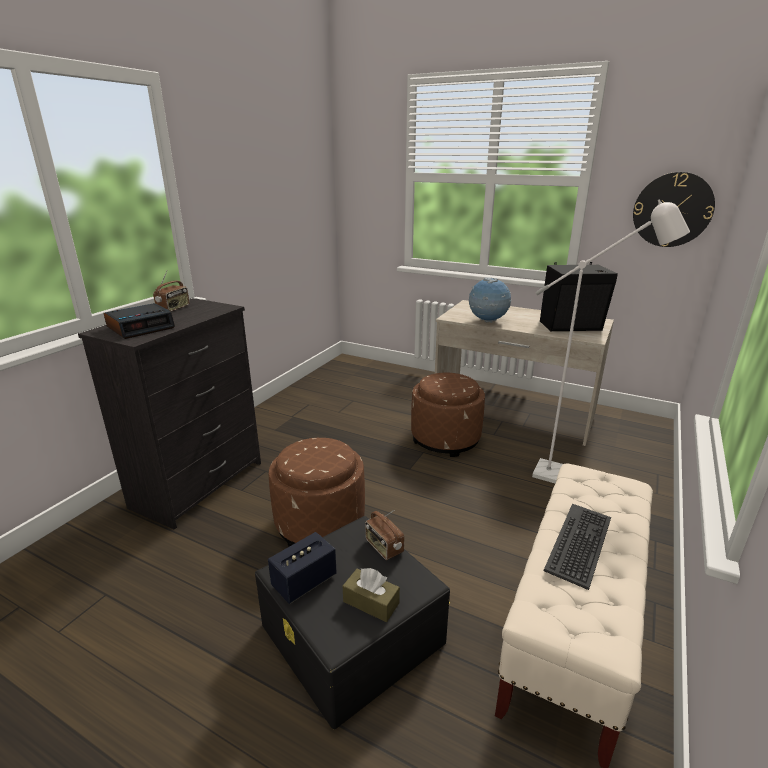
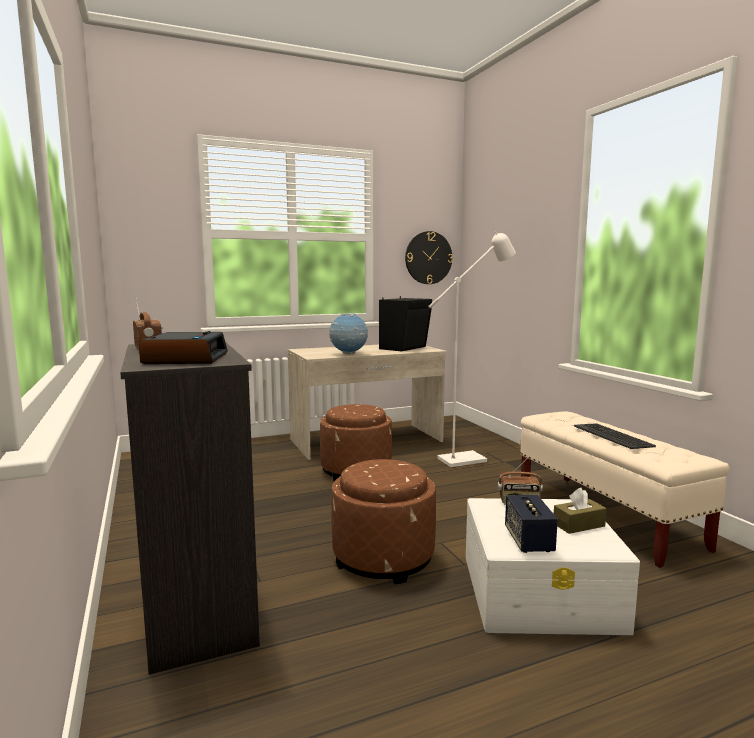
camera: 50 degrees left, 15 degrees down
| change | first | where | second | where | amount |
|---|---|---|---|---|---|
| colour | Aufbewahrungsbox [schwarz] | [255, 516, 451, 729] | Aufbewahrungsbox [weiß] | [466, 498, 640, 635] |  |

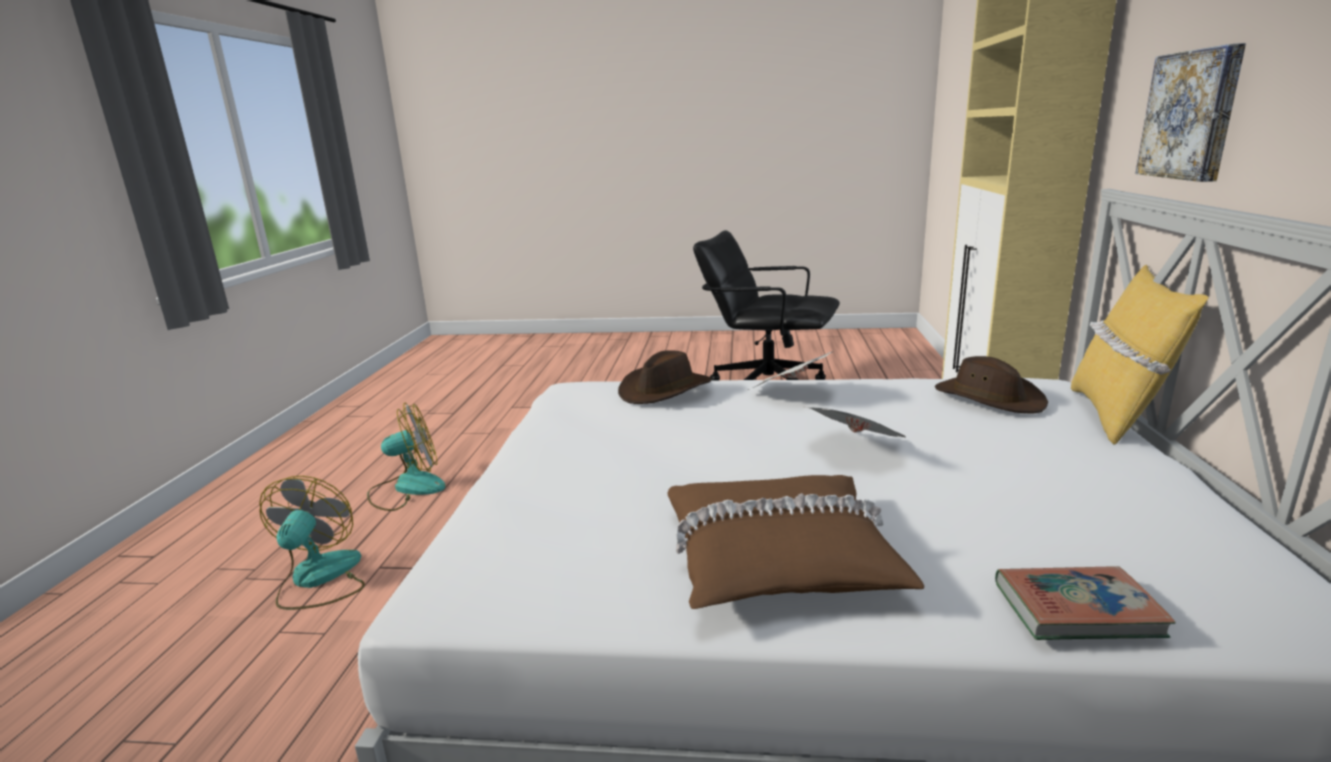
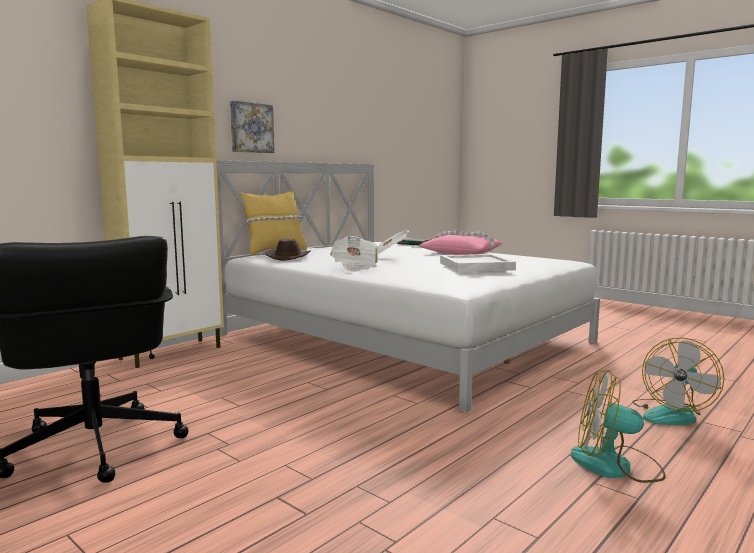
camera: 145 degrees left, 10 degrees down
| change | first | where | second | where | amount |
|---|---|---|---|---|---|
| colour | Kissen [braun] | [668, 475, 924, 609] | Kissen [rosa] | [419, 231, 503, 255] |  |
| appeared |  |  | Tablett [weiß] | [440, 254, 516, 272] |  |
| missing | Hut [braun] | [618, 351, 711, 404] |  |  |  |

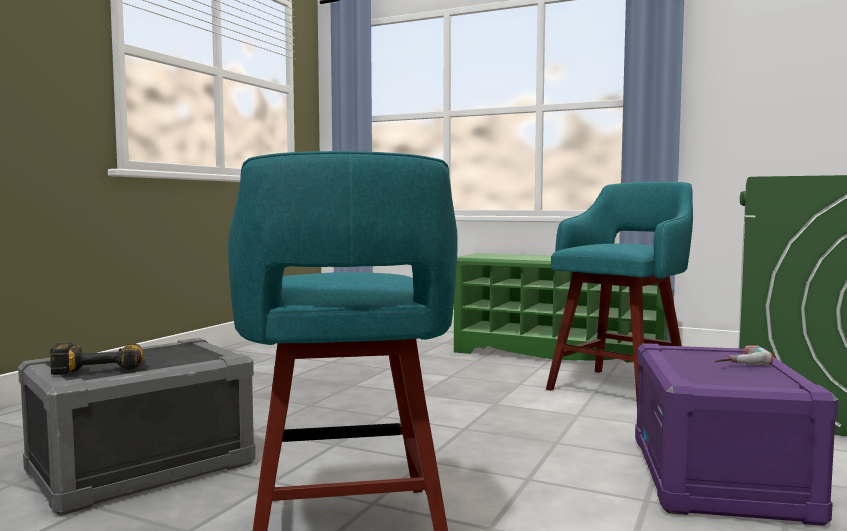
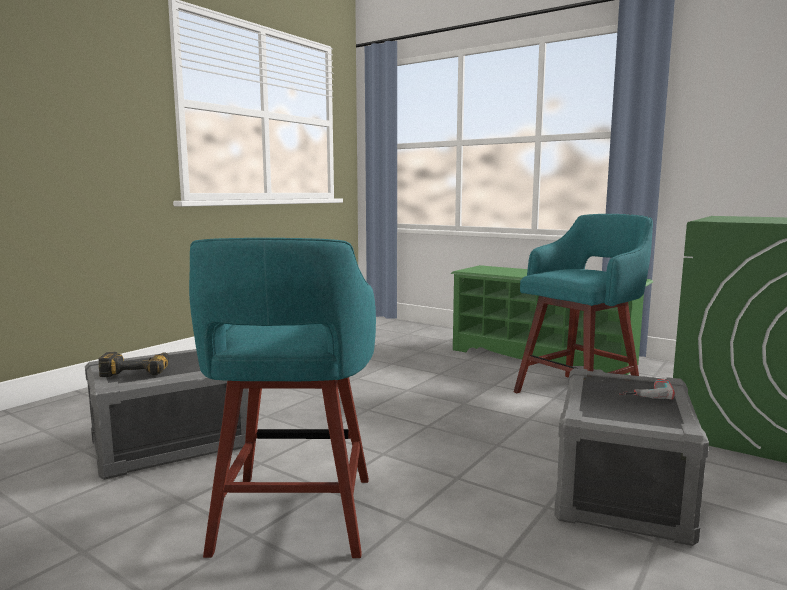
camera: 10 degrees right, 5 degrees up
| change | first | where | second | where | amount |
|---|---|---|---|---|---|
| colour | Aufbewahrungsbox [lila] | [635, 343, 839, 526] | Aufbewahrungsbox [grau] | [554, 368, 709, 546] |  |

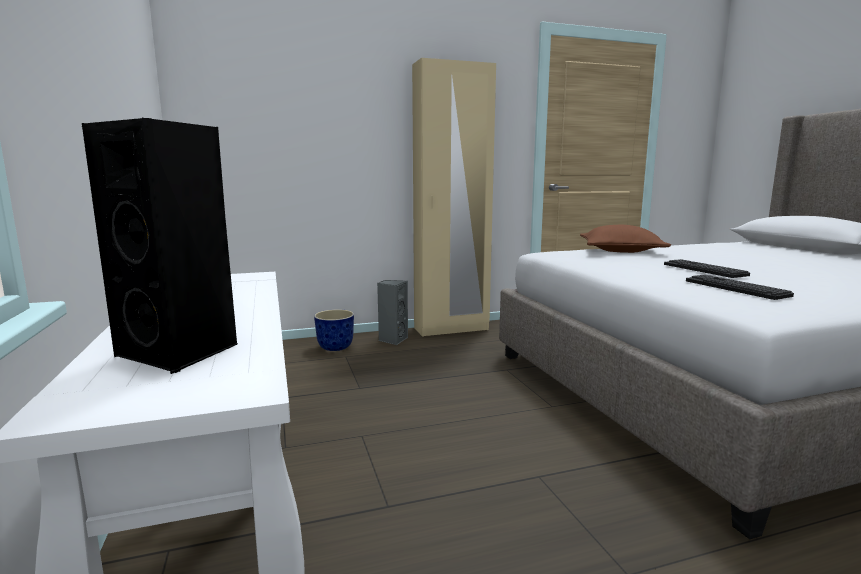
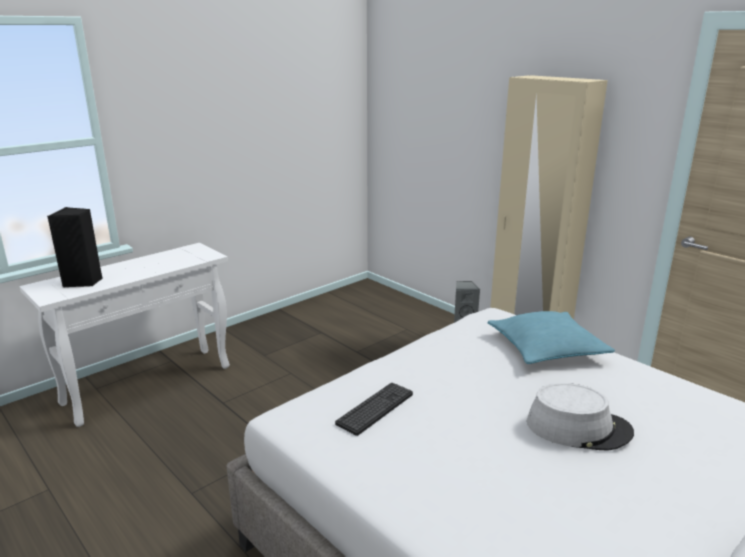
camera: 65 degrees right, 10 degrees up
| change | first | where | second | where | amount |
|---|---|---|---|---|---|
| colour | Kissen [braun] | [580, 225, 671, 253] | Kissen [türkis] | [487, 311, 615, 364] |  |
| appeared |  |  | Hut [grau] | [527, 383, 634, 451] |  |
| missing | Pflanzkübel | [314, 309, 354, 351] |  |  |  |
| missing | Tastatur | [664, 259, 750, 278] |  |  |  |

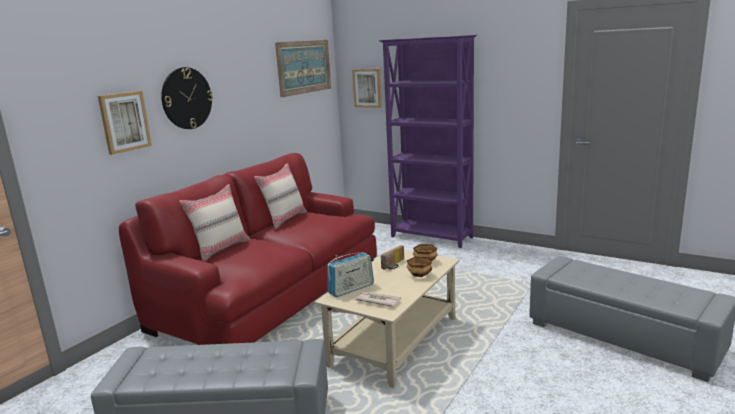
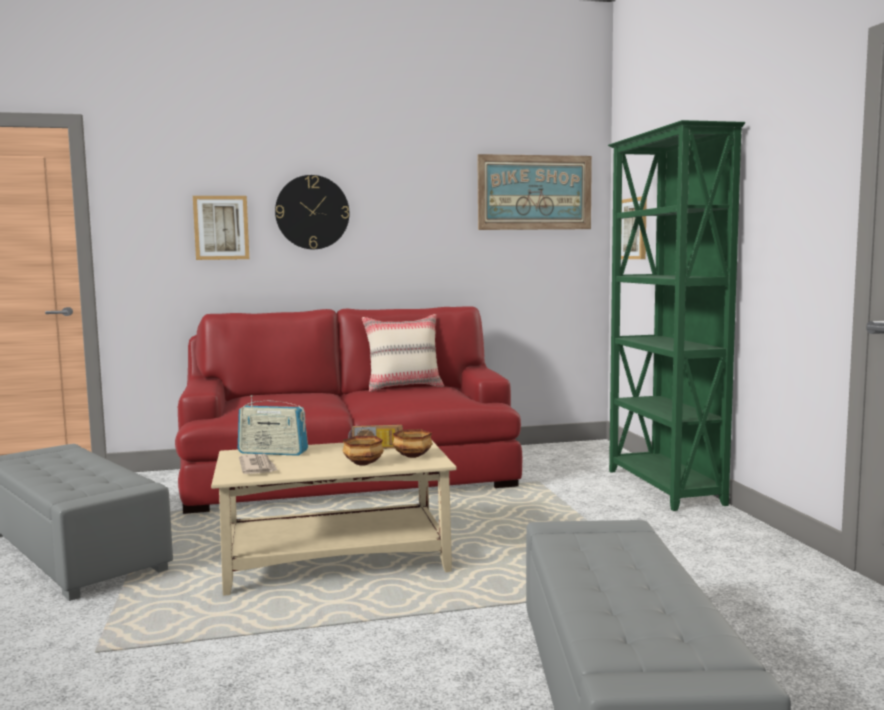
camera: 45 degrees right, 10 degrees down
| change | first | where | second | where | amount |
|---|---|---|---|---|---|
| colour | Bücherregal [lila] | [379, 35, 477, 248] | Bücherregal [grün] | [608, 120, 745, 511] |  |
| missing | Kissen [beige] | [179, 184, 250, 262] |  |  |  |

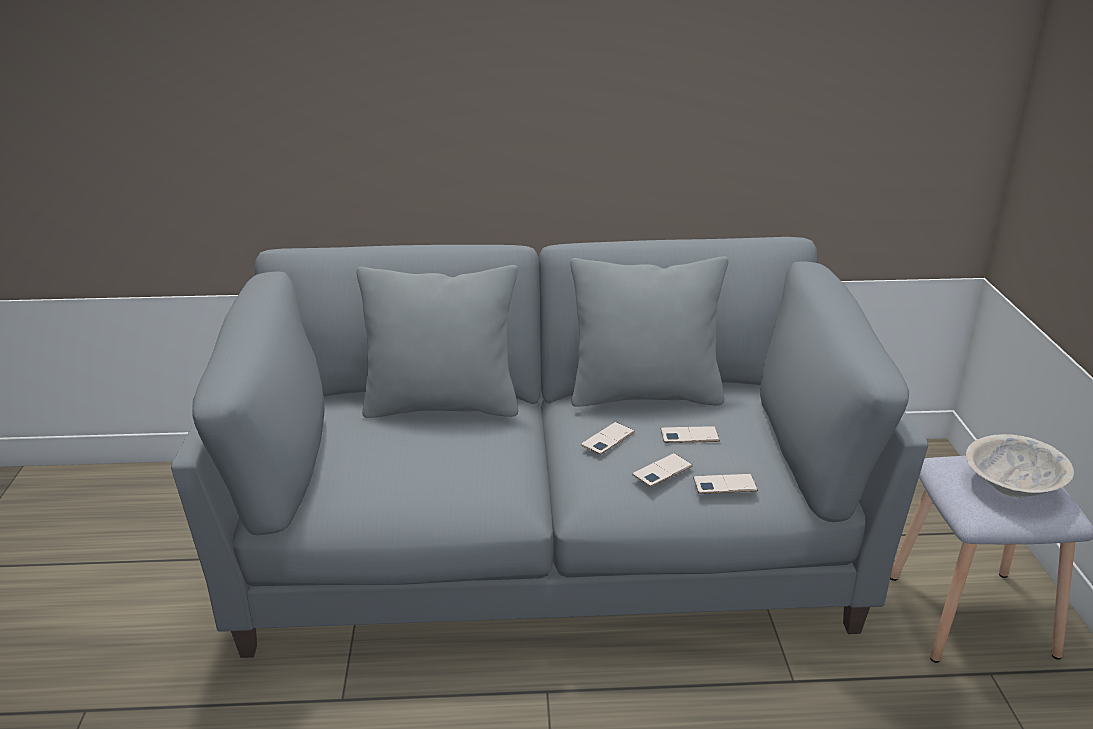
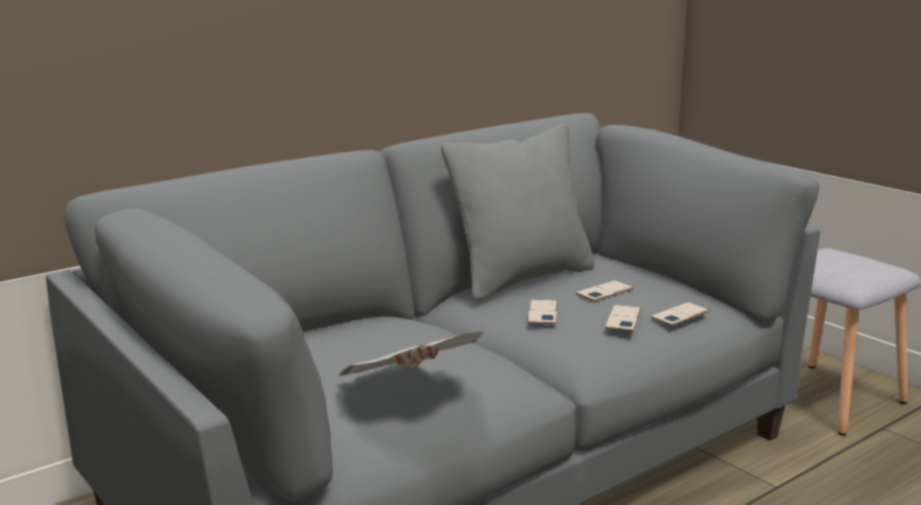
camera: 35 degrees left, 10 degrees down
| change | first | where | second | where | amount |
|---|---|---|---|---|---|
| appeared |  |  | Zeitung | [338, 332, 485, 376] |  |
| missing | Kissen [grau] | [356, 265, 518, 418] |  |  |  |
| missing | Schüssel [beige] | [966, 434, 1074, 497] |  |  |  |

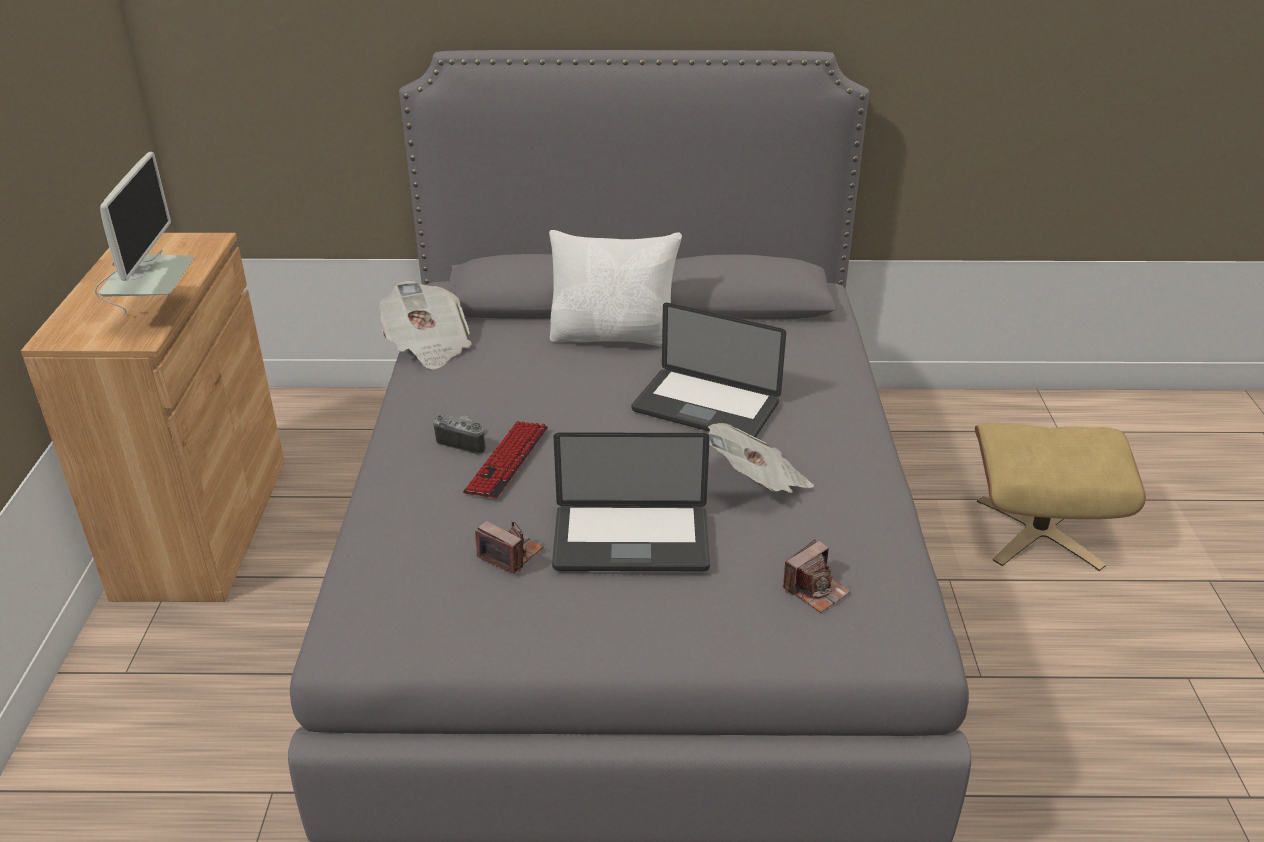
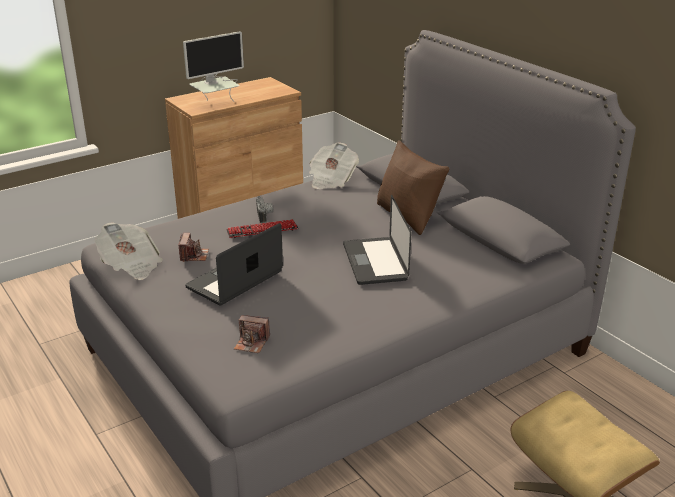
camera: 55 degrees right, 5 degrees down
| change | first | where | second | where | amount |
|---|---|---|---|---|---|
| relocated | Zeitung | [708, 423, 814, 493] |  | [94, 222, 163, 280] |  |
| spun | Laptop | [552, 432, 710, 571] |  | [185, 223, 283, 305] | 75 degrees clockwise |
| colour | Kissen [weiß] | [549, 230, 682, 347] | Kissen [braun] | [377, 140, 449, 235] |  |

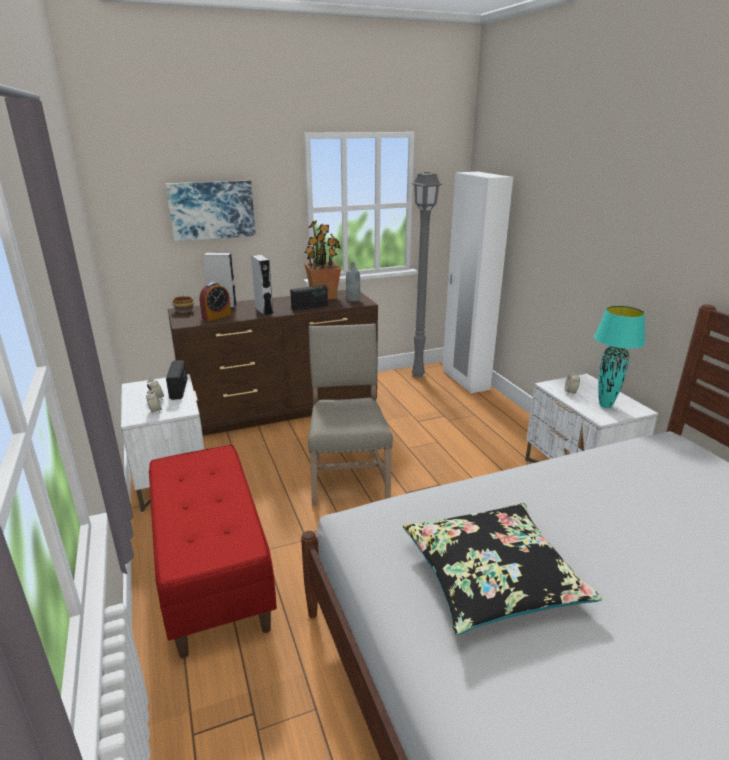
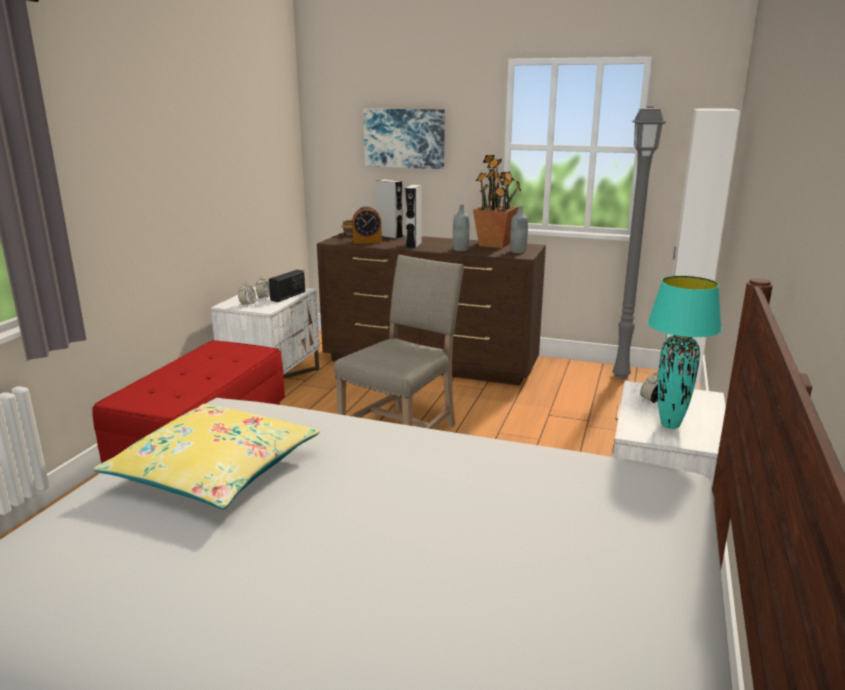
camera: 40 degrees right, 5 degrees down
| change | first | where | second | where | amount |
|---|---|---|---|---|---|
| colour | Kissen [schwarz] | [403, 503, 602, 635] | Kissen [gelb] | [94, 404, 320, 509] |  |
| exchanged | Radio | [290, 285, 328, 311] | Flasche [grau] | [453, 204, 470, 251] |  |

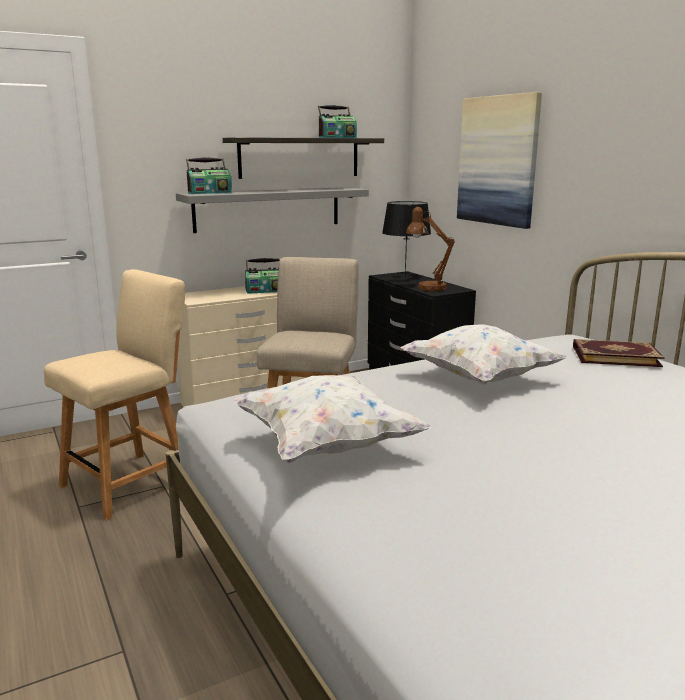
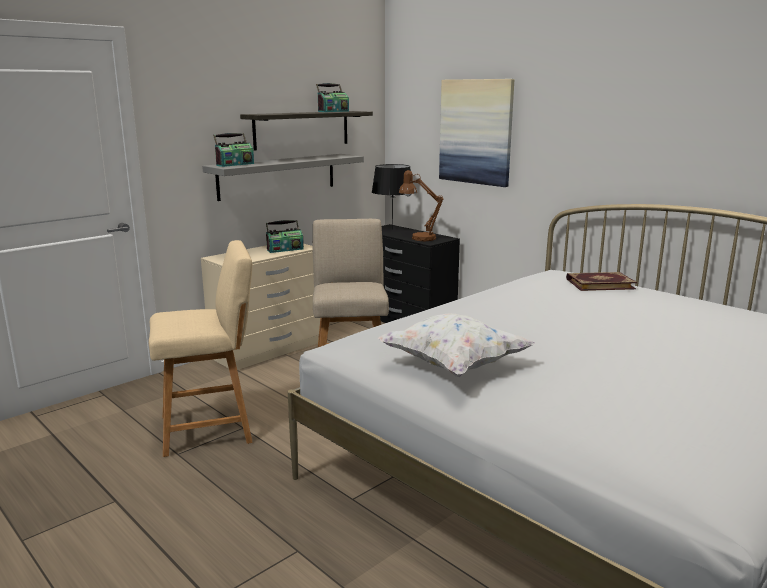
camera: 15 degrees left, 0 degrees up
| change | first | where | second | where | amount |
|---|---|---|---|---|---|
| spun | Stuhl [beige] | [44, 269, 185, 520] |  | [149, 240, 253, 457] | 45 degrees clockwise |
| missing | Kissen [weiß] | [401, 324, 568, 385] |  |  |  |

